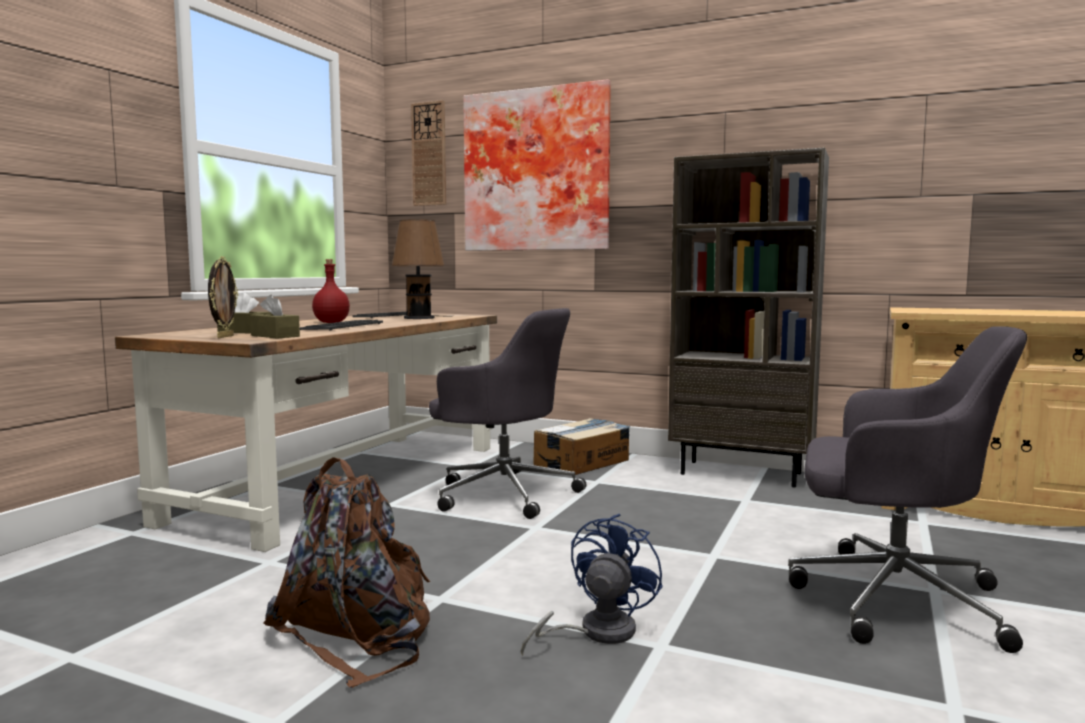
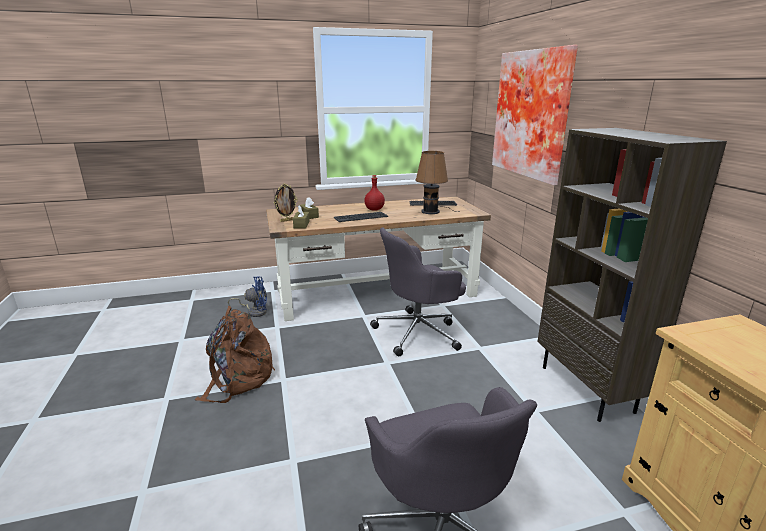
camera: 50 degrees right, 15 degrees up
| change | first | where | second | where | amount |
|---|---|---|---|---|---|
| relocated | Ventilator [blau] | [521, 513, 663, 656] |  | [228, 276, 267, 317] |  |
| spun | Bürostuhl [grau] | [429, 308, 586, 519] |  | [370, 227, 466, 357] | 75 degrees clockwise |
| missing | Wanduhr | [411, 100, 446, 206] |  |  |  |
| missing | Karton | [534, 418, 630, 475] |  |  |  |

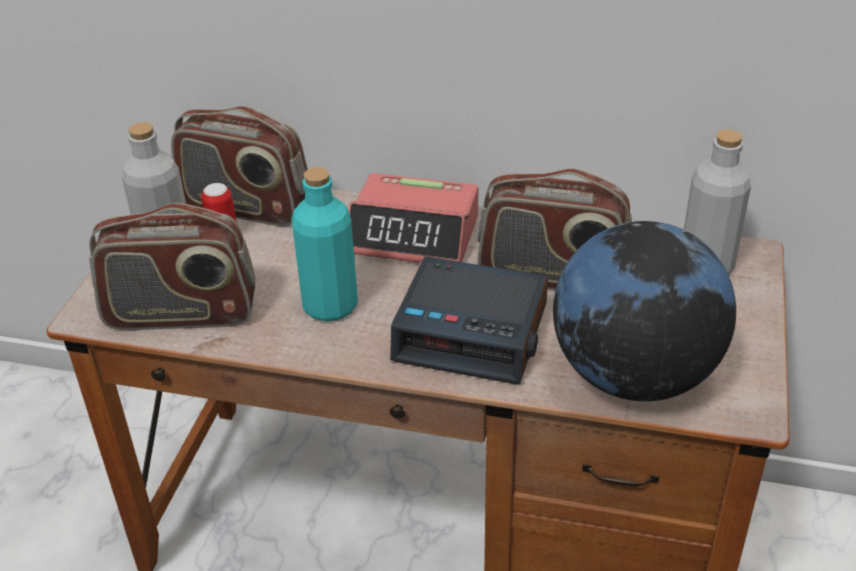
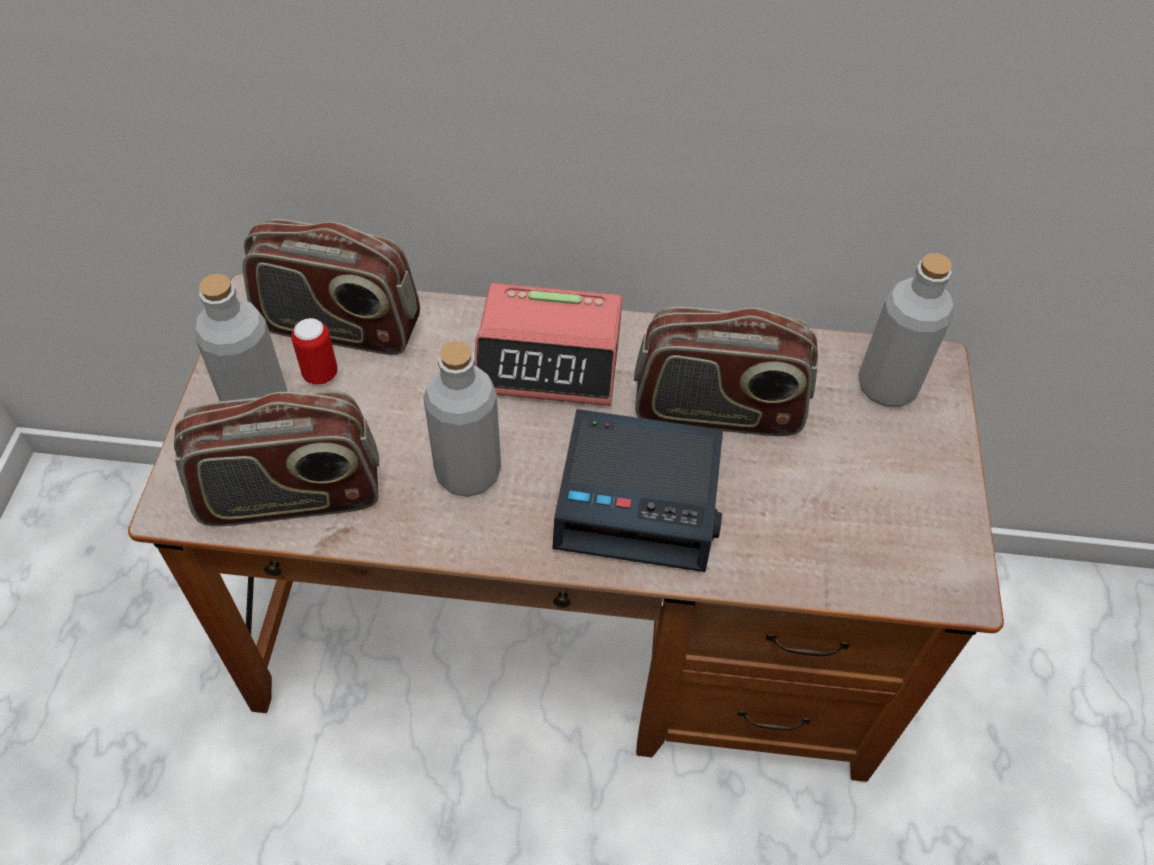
camera: 10 degrees left, 15 degrees up
| change | first | where | second | where | amount |
|---|---|---|---|---|---|
| colour | Flasche [türkis] | [292, 167, 358, 322] | Flasche [grau] | [423, 341, 501, 497] |  |
| missing | Globus | [553, 221, 736, 401] |  |  |  |

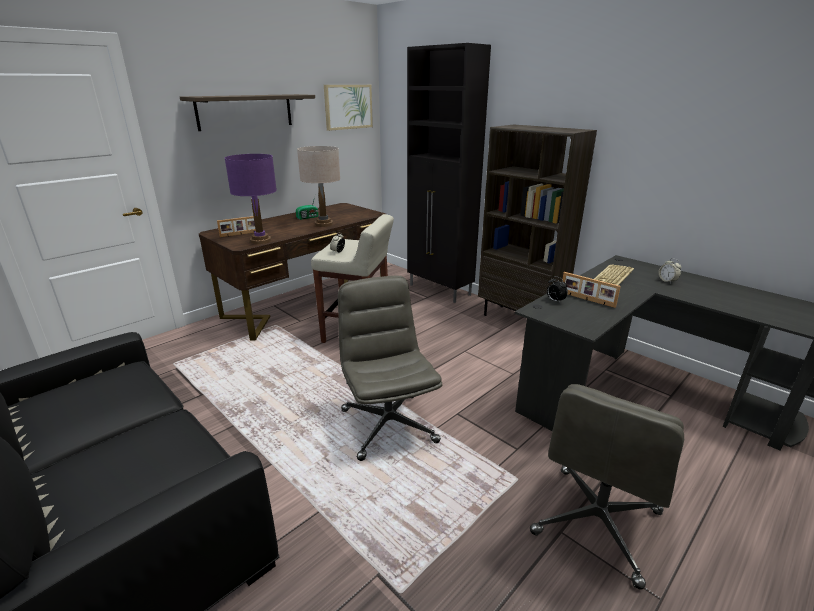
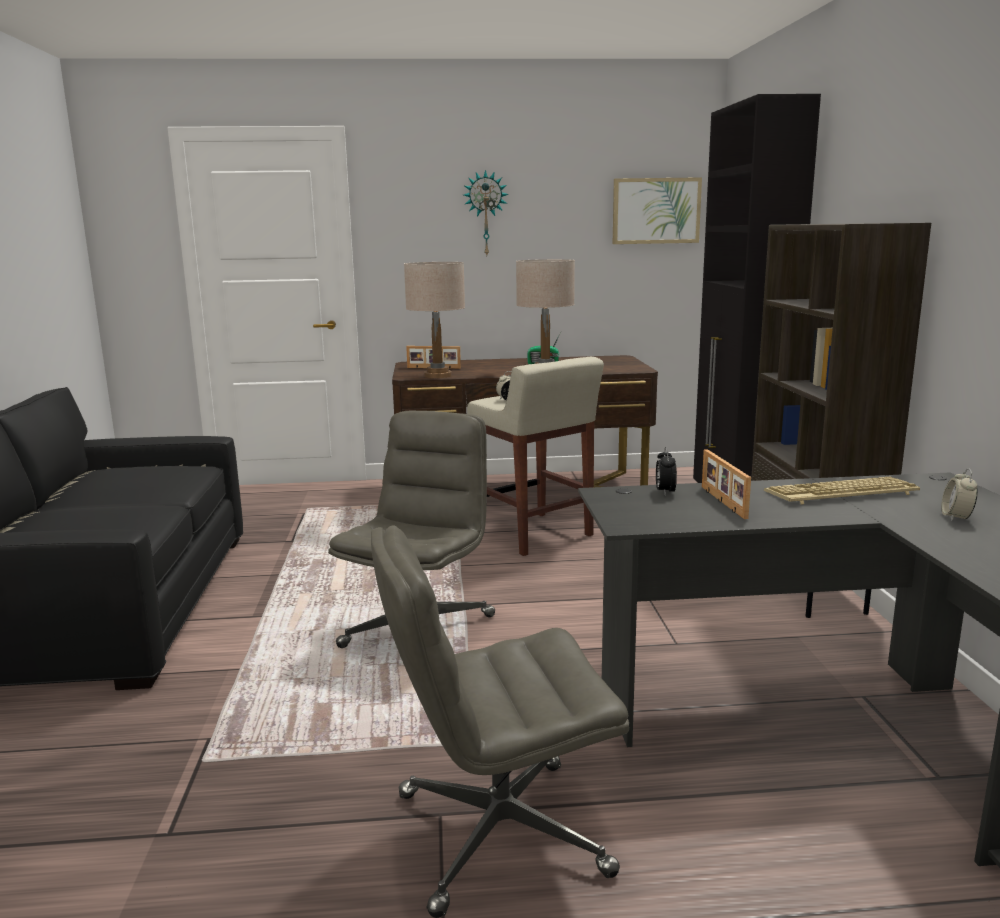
camera: 40 degrees right, 10 degrees down
| change | first | where | second | where | amount |
|---|---|---|---|---|---|
| colour | Tischlampe [lila] | [225, 154, 277, 244] | Tischlampe [beige] | [404, 262, 465, 378] |  |
| exchanged | Wandregal | [180, 94, 315, 131] | Wanduhr | [464, 170, 509, 255] |  |

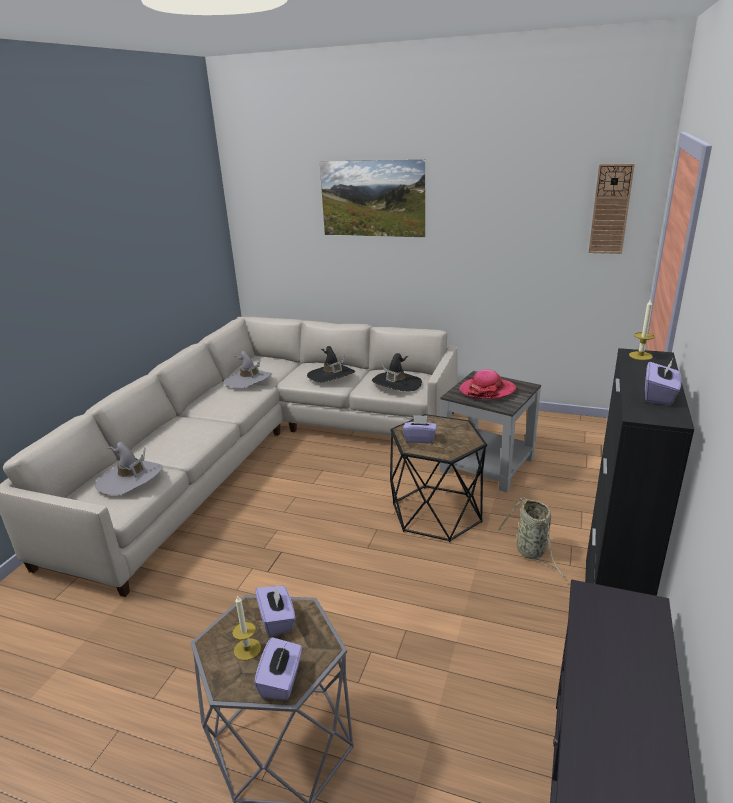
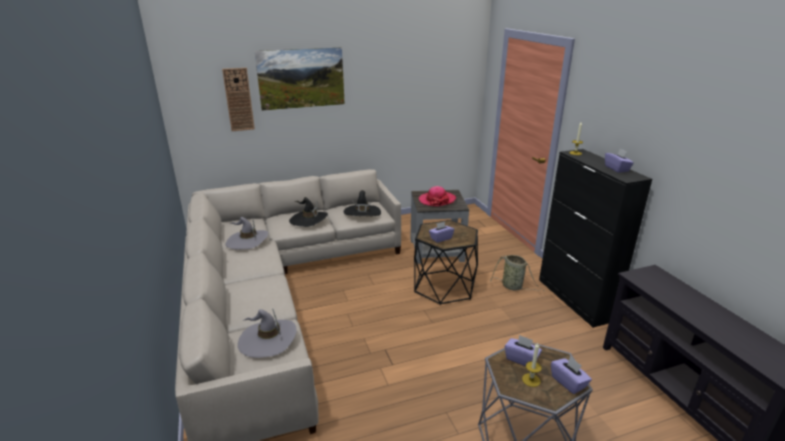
camera: 40 degrees left, 0 degrees up
| change | first | where | second | where | amount |
|---|---|---|---|---|---|
| relocated | Wanduhr | [588, 164, 635, 254] |  | [222, 68, 255, 131] |  |

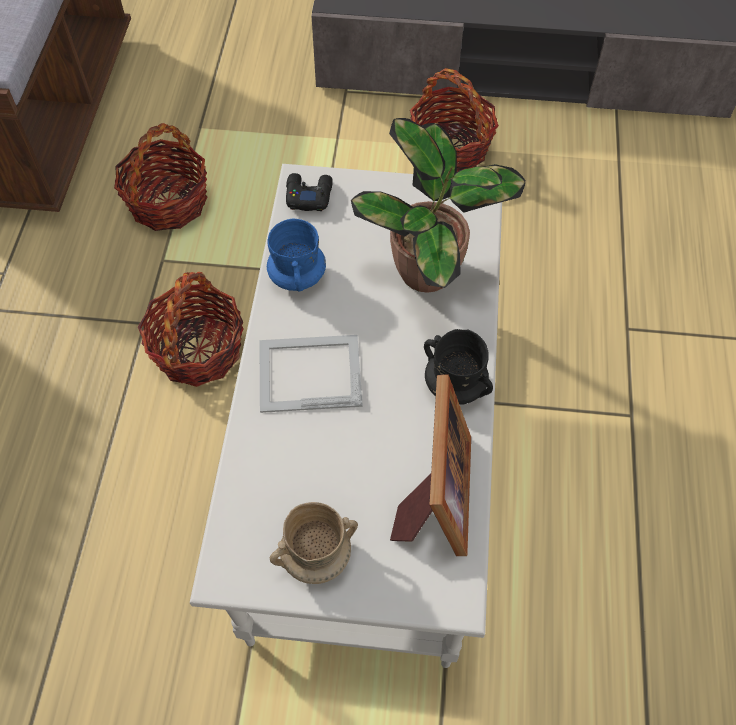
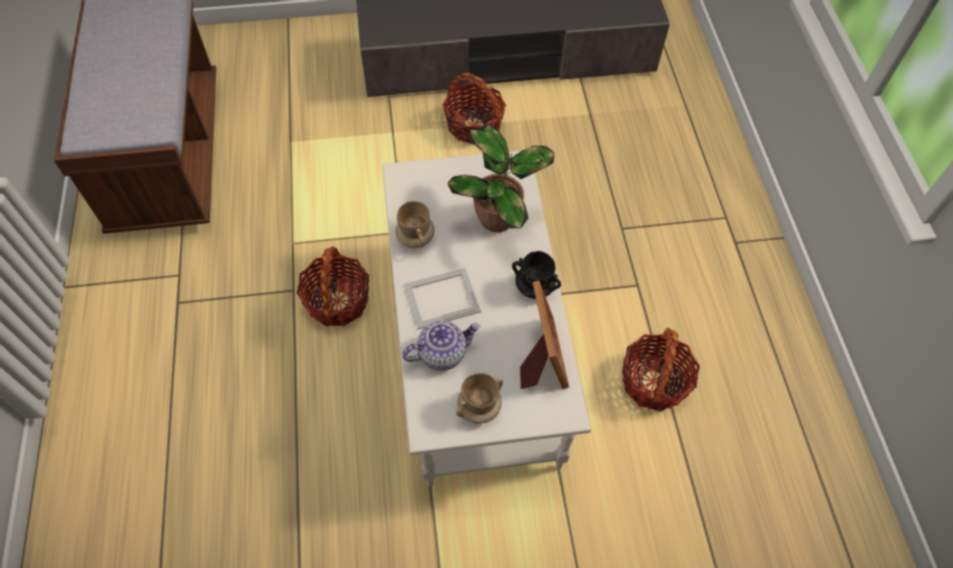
camera: 15 degrees left, 0 degrees up
| change | first | where | second | where | amount |
|---|---|---|---|---|---|
| colour | Henkelbecher [blau] | [267, 219, 326, 292] | Henkelbecher [beige] | [396, 201, 435, 248] |  |
| appeared |  |  | Teekanne | [402, 321, 480, 371] |  |
| relocated | Korb | [114, 123, 207, 231] |  | [622, 328, 700, 411] |  |
| missing | Gamepad [schwarz] | [286, 173, 333, 211] |  |  |  |

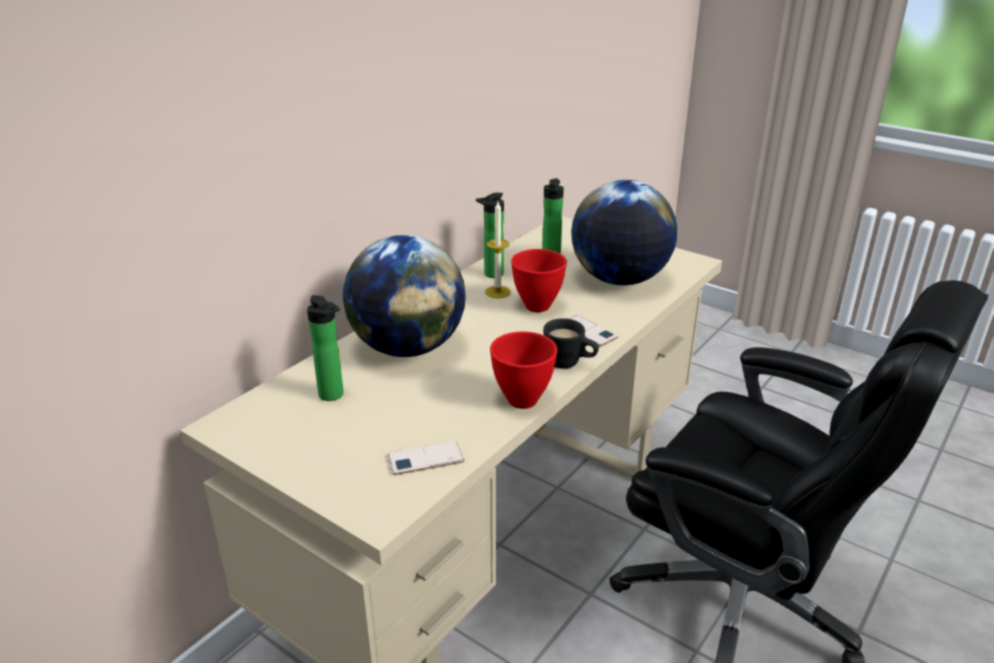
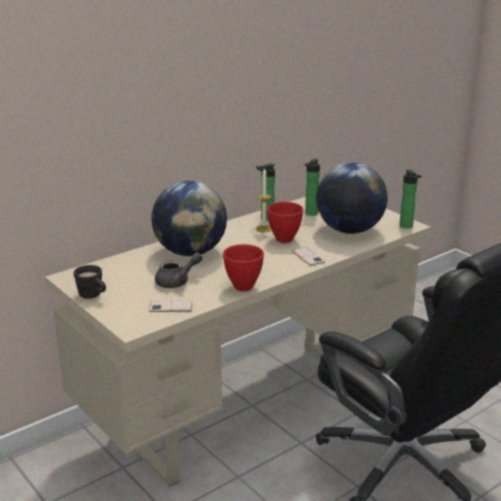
camera: 15 degrees right, 5 degrees down
| change | first | where | second | where | amount |
|---|---|---|---|---|---|
| relocated | Henkelbecher [schwarz] | [543, 318, 599, 369] |  | [74, 265, 106, 299] |  |
| appeared |  |  | Teekanne [grau] | [155, 252, 202, 288] |  |
| relocated | Flasche | [307, 295, 344, 401] |  | [399, 170, 422, 229] |  |

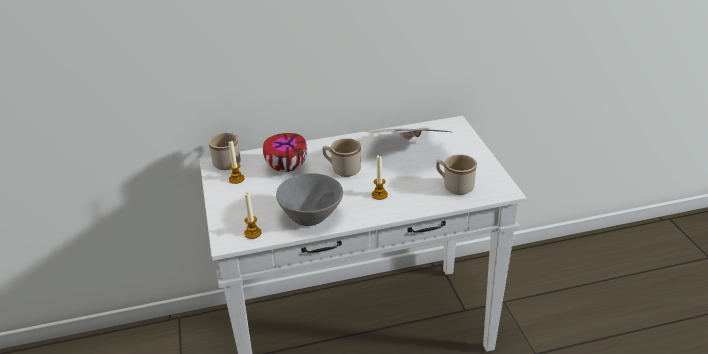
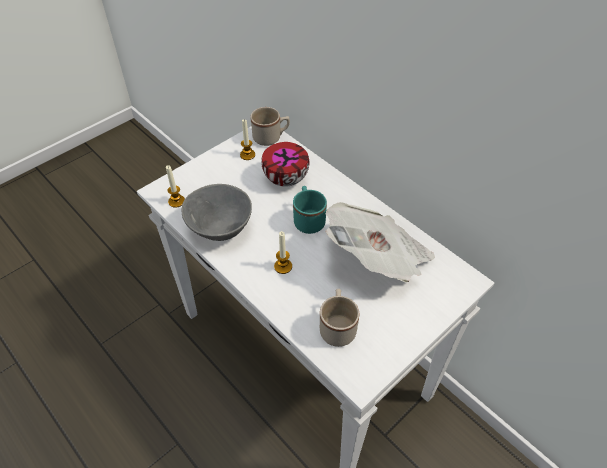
camera: 60 degrees right, 15 degrees up
| change | first | where | second | where | amount |
|---|---|---|---|---|---|
| colour | Henkelbecher [beige] | [322, 138, 361, 177] | Henkelbecher [türkis] | [293, 186, 327, 234] |  |

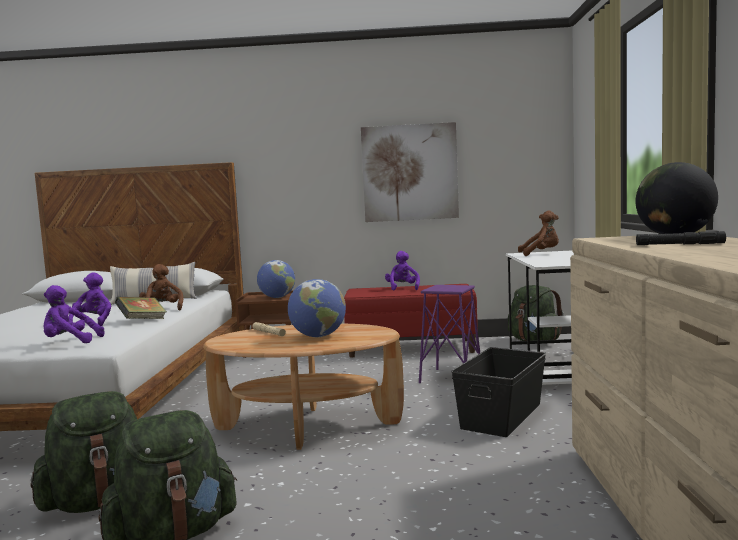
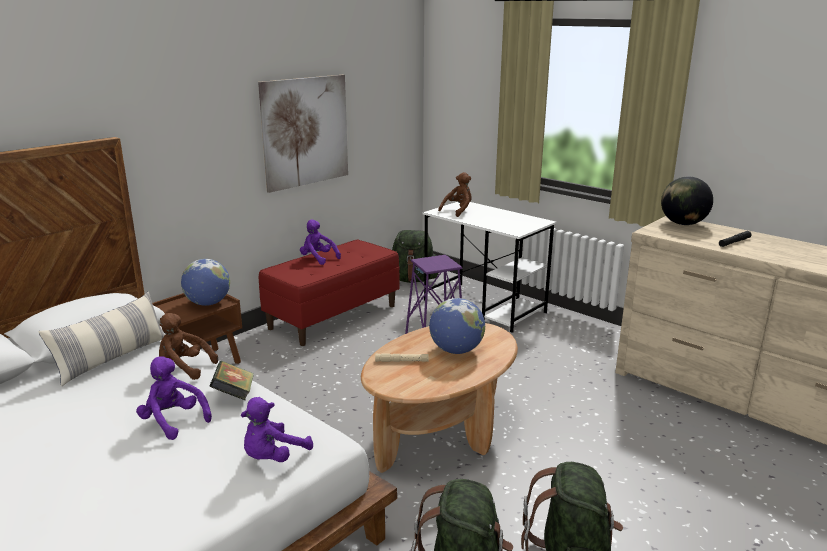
camera: 50 degrees left, 15 degrees up
| change | first | where | second | where | amount |
|---|---|---|---|---|---|
| missing | Aufbewahrungsbox [schwarz] | [451, 347, 546, 437] |  |  |  |

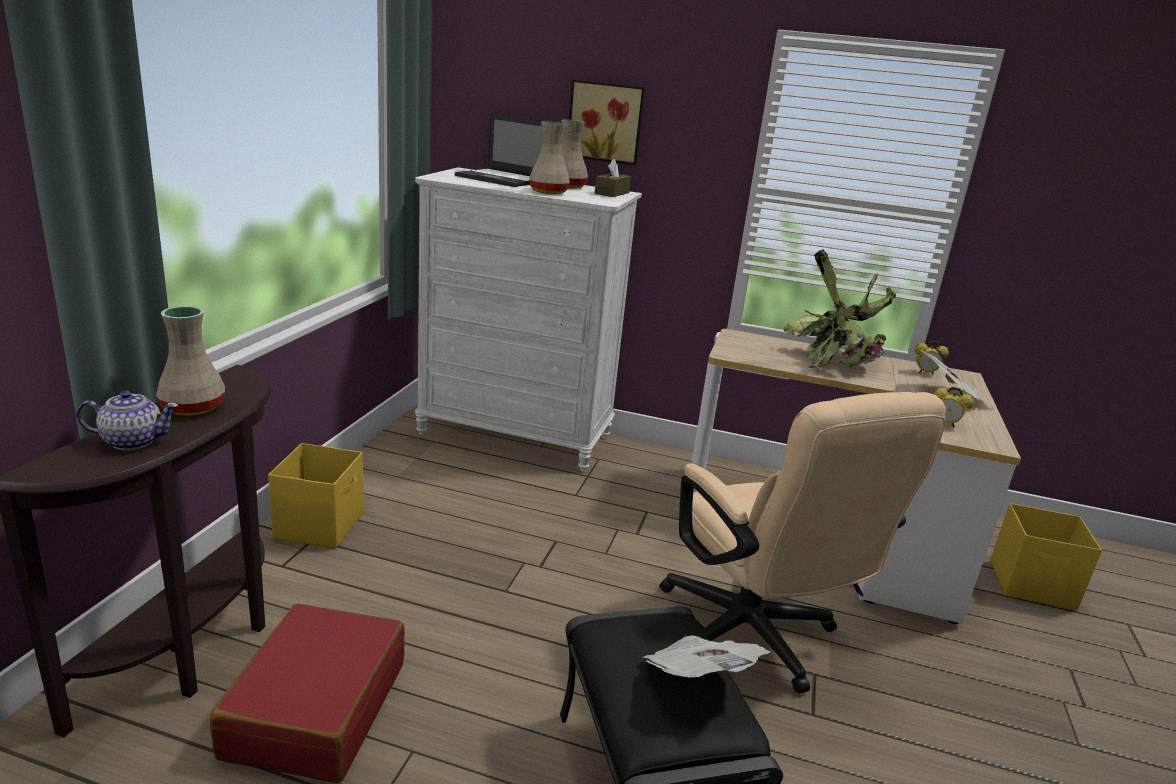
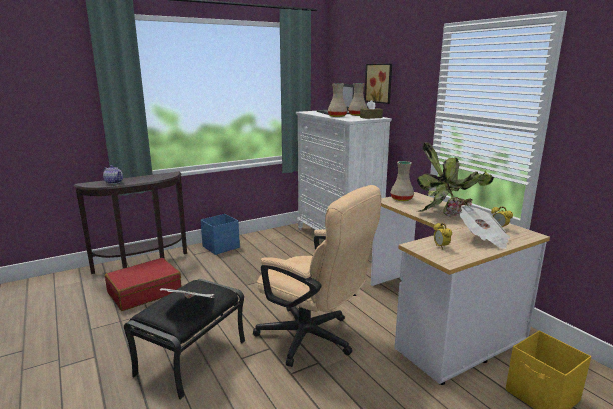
camera: 45 degrees right, 5 degrees down
| change | first | where | second | where | amount |
|---|---|---|---|---|---|
| colour | Aufbewahrungsbox [gelb] | [268, 443, 364, 549] | Aufbewahrungsbox [blau] | [200, 214, 240, 255] |  |
| spun | Bürostuhl [beige] | [660, 392, 946, 693] |  | [253, 185, 381, 367] | 75 degrees counterclockwise |
| relocated | Vase [beige] | [156, 306, 225, 416] |  | [390, 161, 414, 201] |  |

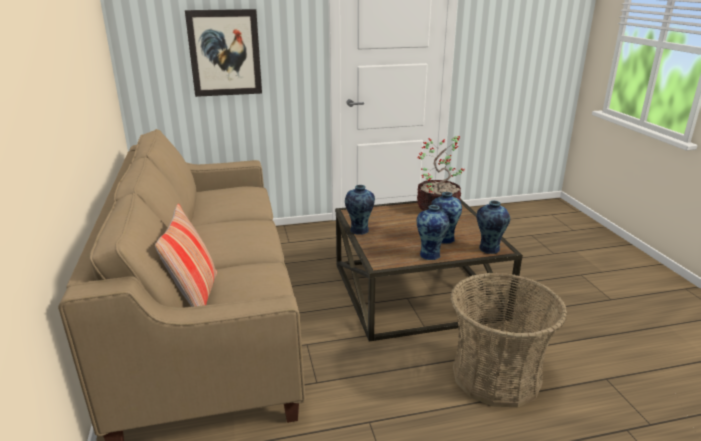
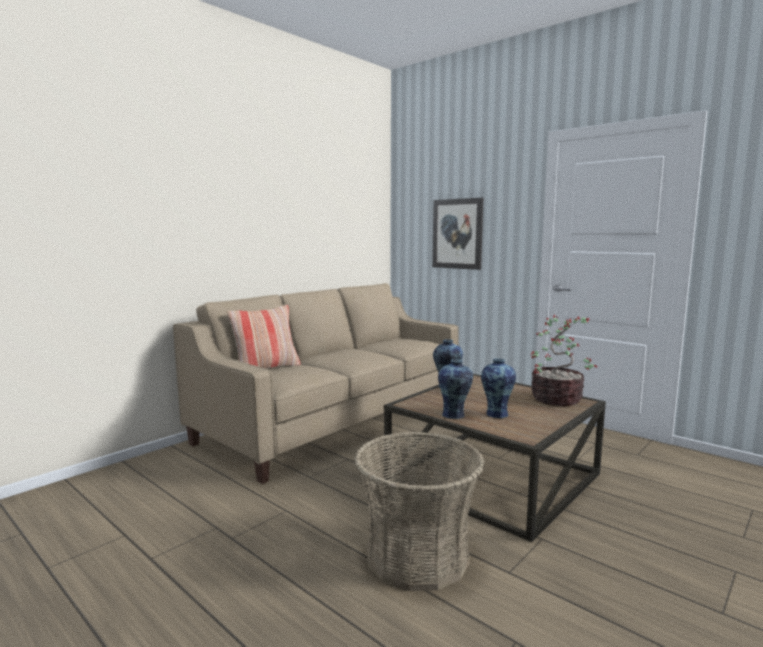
camera: 55 degrees right, 15 degrees down
| change | first | where | second | where | amount |
|---|---|---|---|---|---|
| missing | Vase | [476, 201, 510, 254] |  |  |  |

